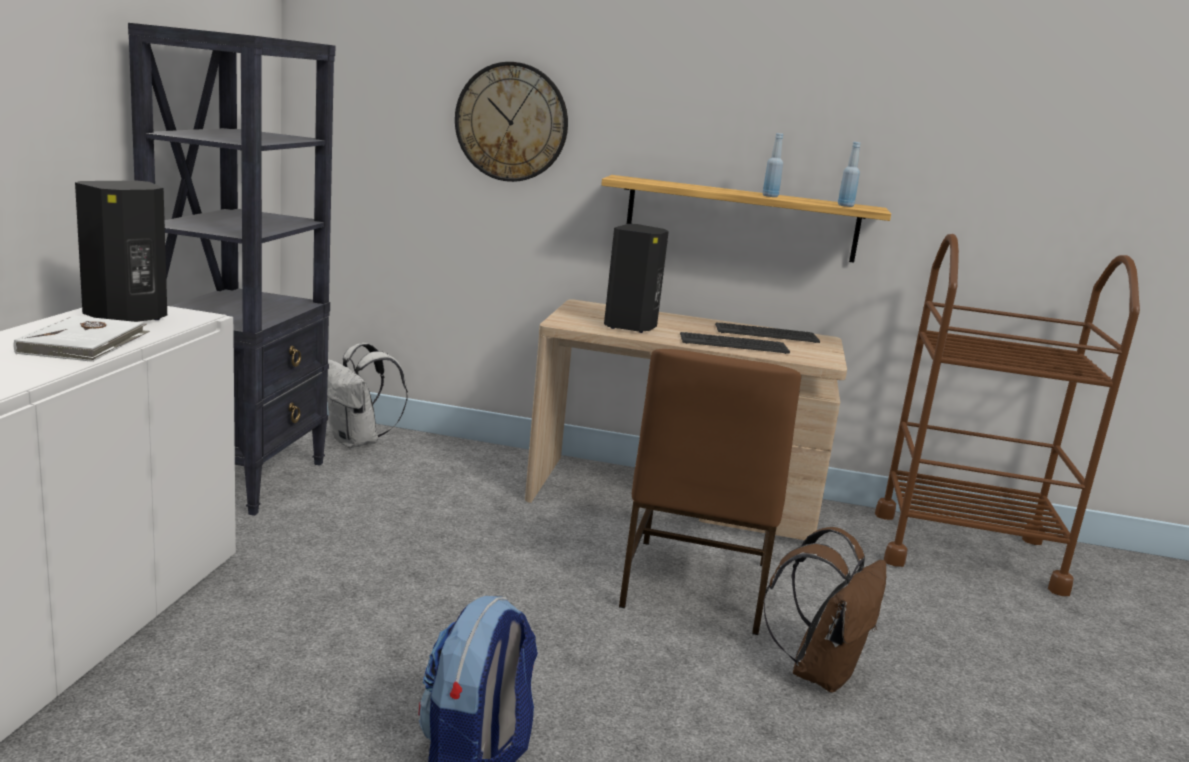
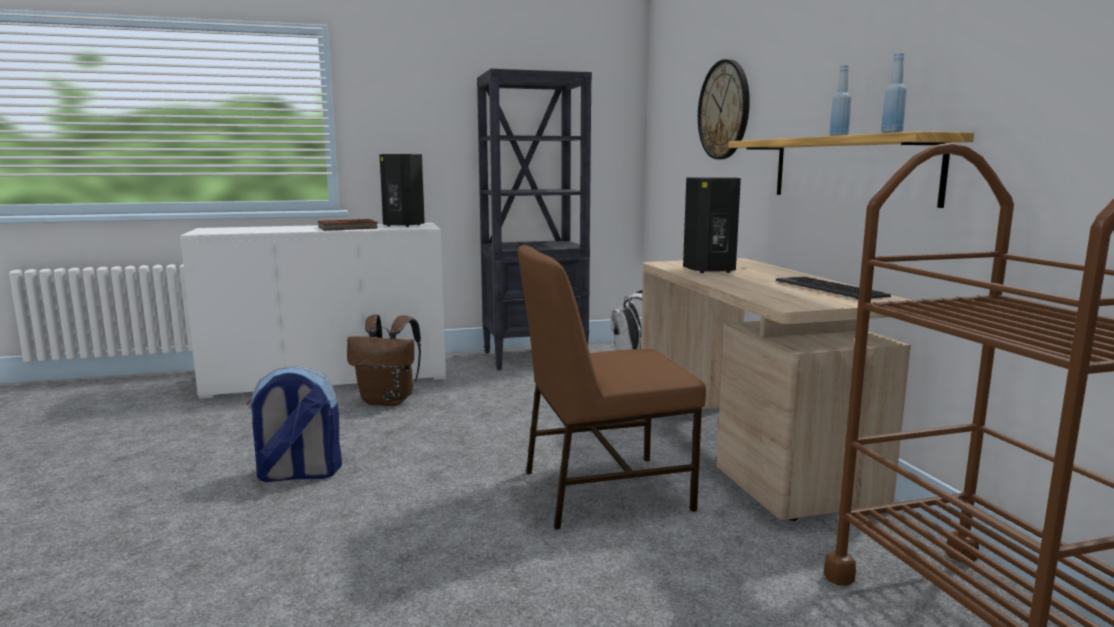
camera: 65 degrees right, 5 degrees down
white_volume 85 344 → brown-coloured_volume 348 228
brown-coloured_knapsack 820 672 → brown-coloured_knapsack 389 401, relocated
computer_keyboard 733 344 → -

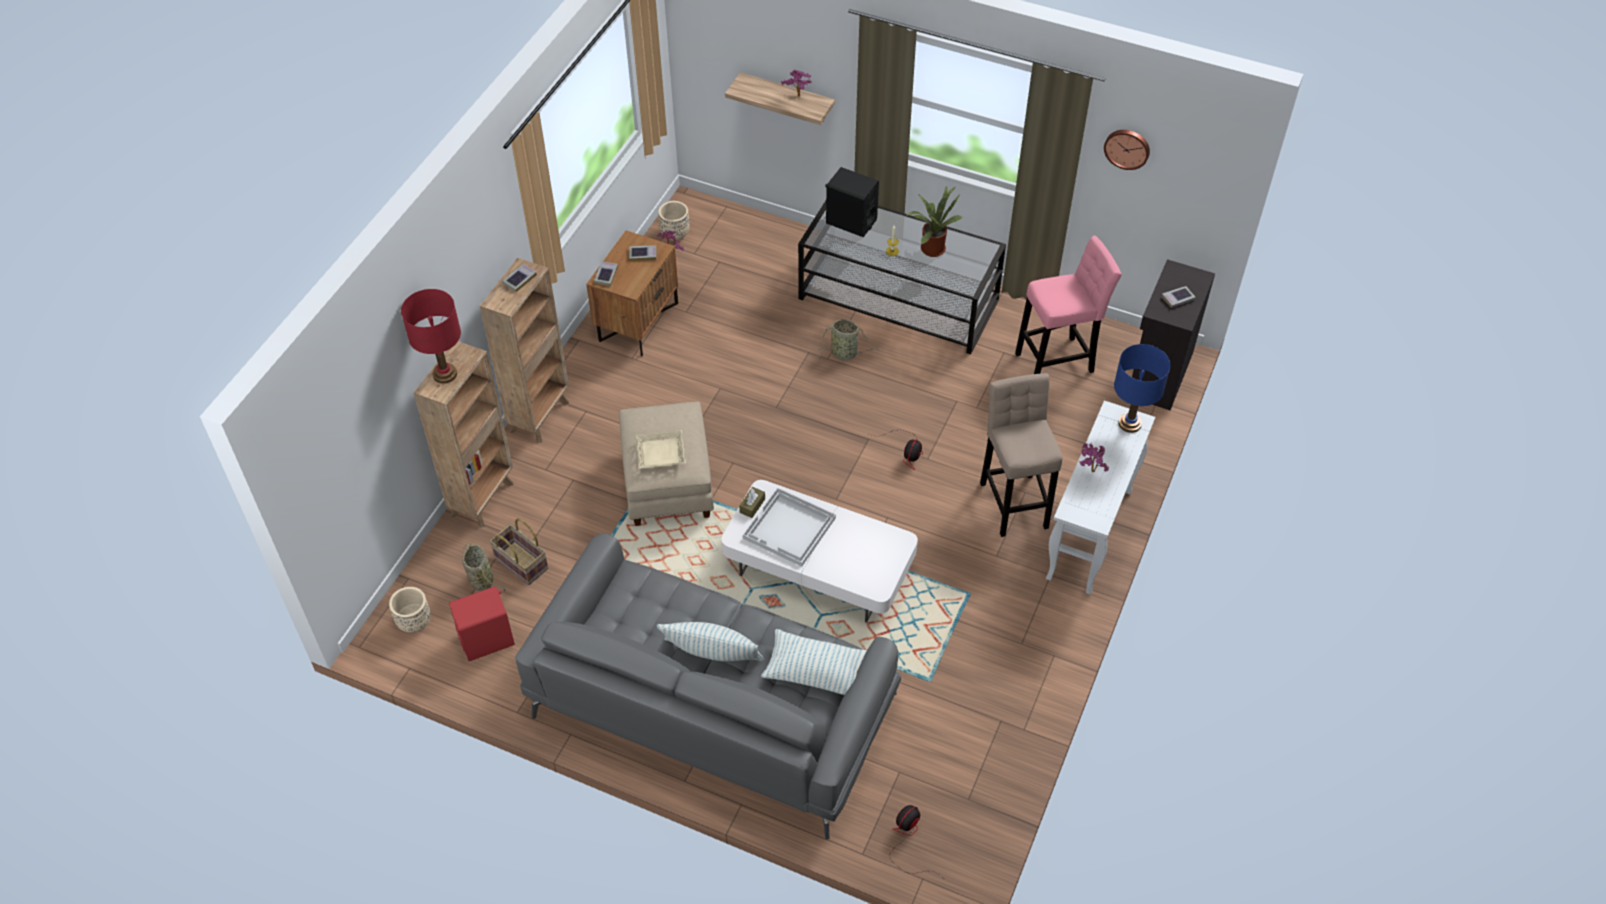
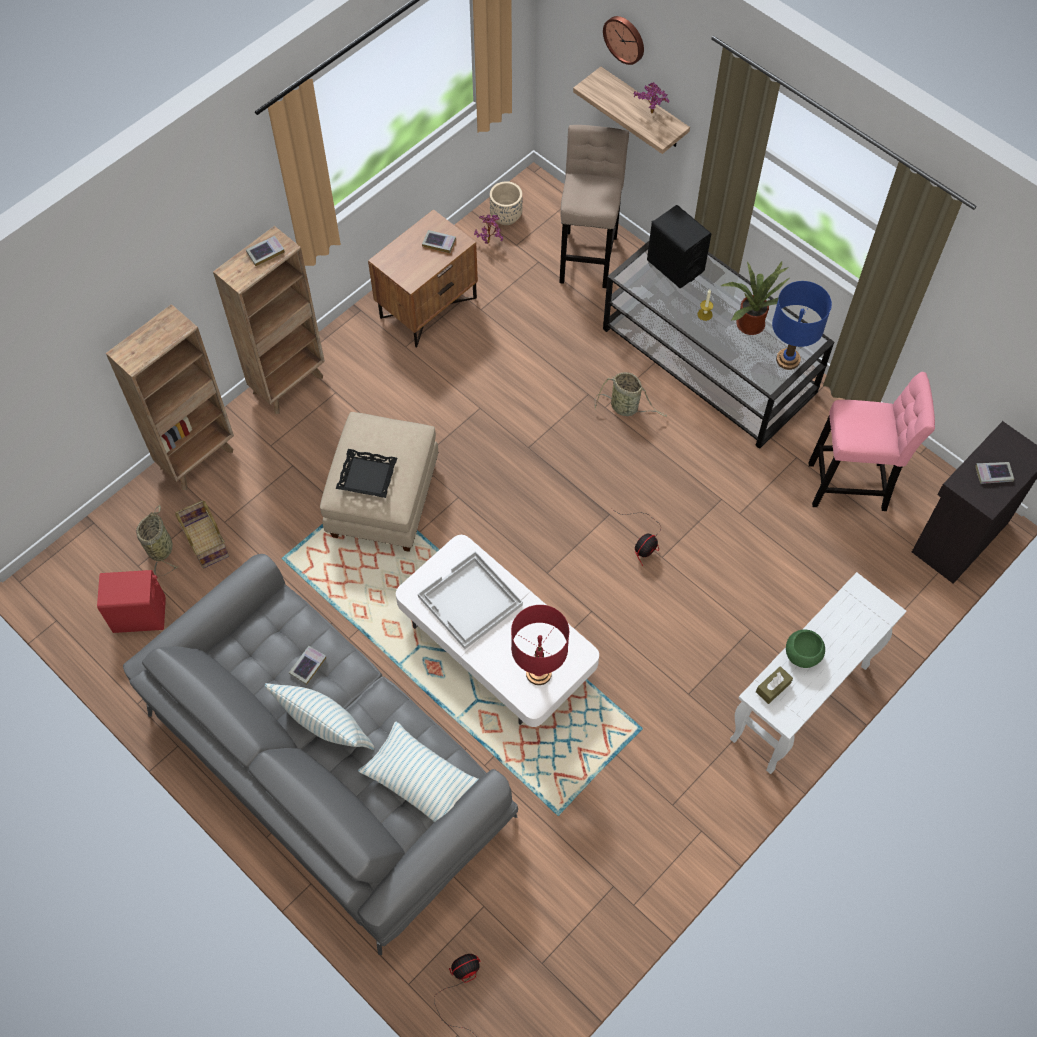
camera: 20 degrees right, 10 degrees up
volume 606 275 → volume 308 666, relocated
sand-coloured_tray 660 453 → black_tray 367 477
reddish_table_lamp 444 374 → reddish_table_lamp 538 673, relocated
sand-coloured_sitting_stool 1014 501 → sand-coloured_sitting_stool 588 255, relocated
wall_clock 1127 148 → wall_clock 625 39, relocated
brown-coloured_tissue_holder 752 506 → brown-coloured_tissue_holder 773 687, relocated
blue_table_lamp 1129 423 → blue_table_lamp 788 359, relocated
potted_plant 1090 471 → green_serving_bowl 803 654
sand-coloured_planter 414 622 → -

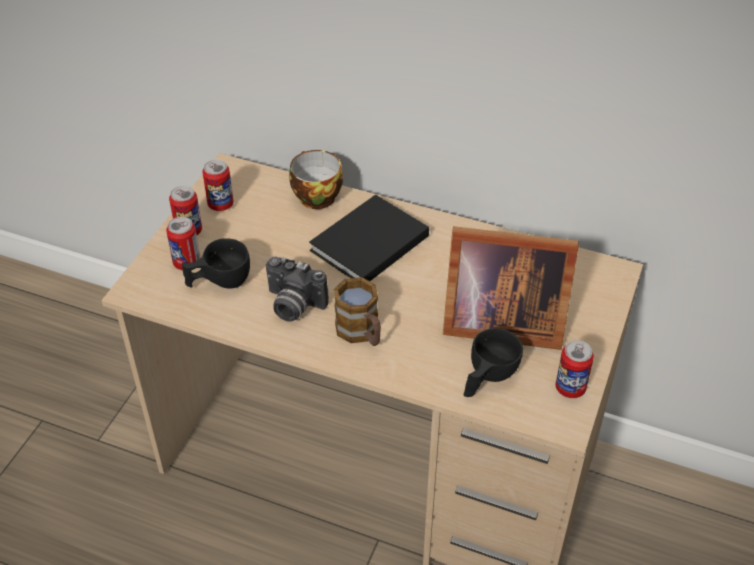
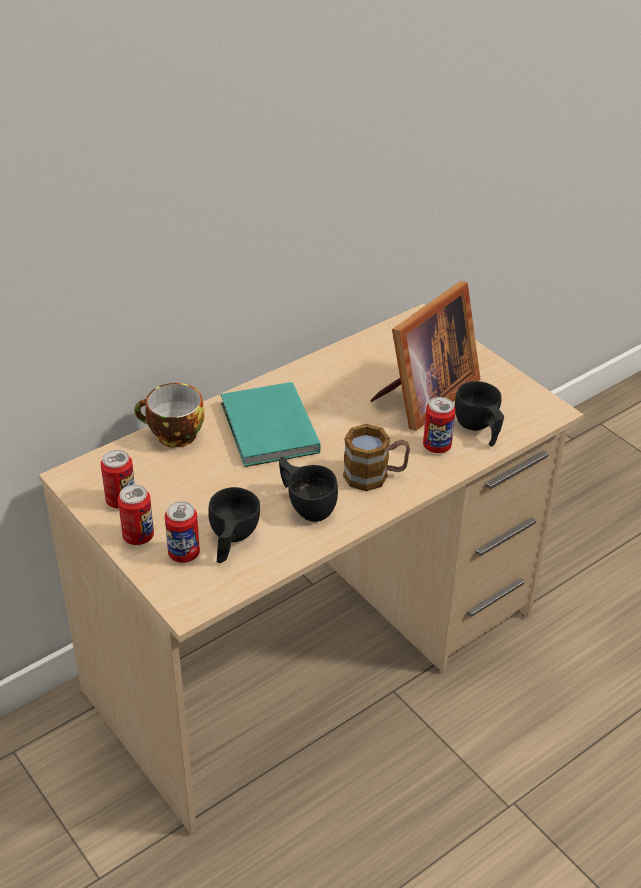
camera: 60 degrees left, 5 degrees down
black_volume 366 244 → blue-green_volume 268 430
still_camera 292 305 → black_small_cup 306 504
metal_can 570 388 → metal_can 437 446, relocated

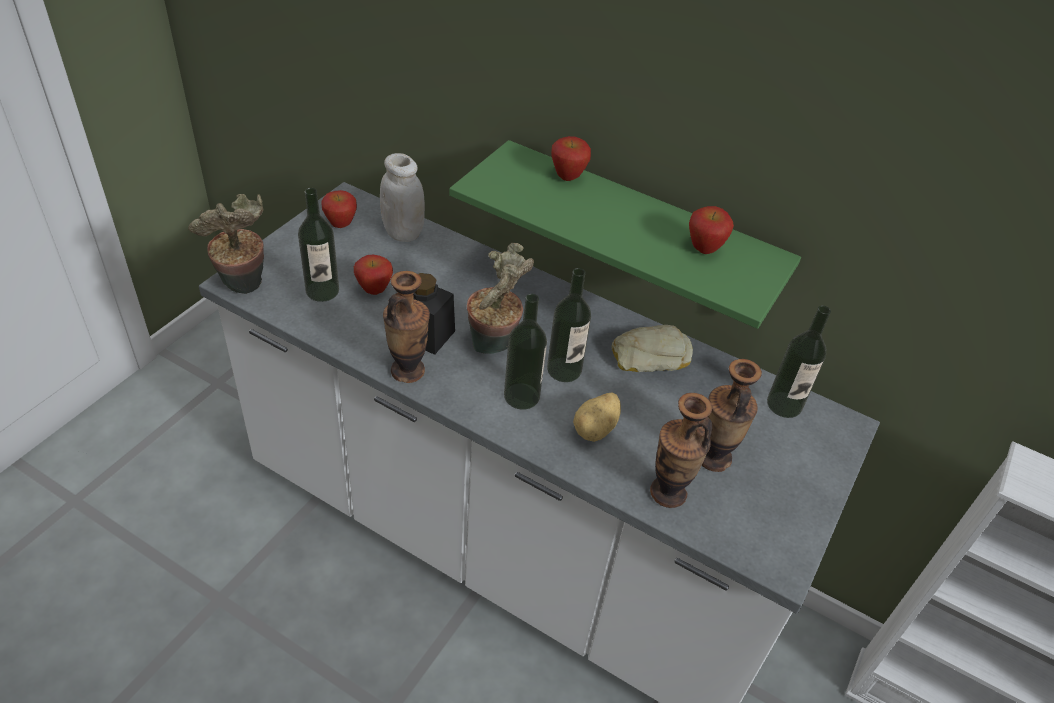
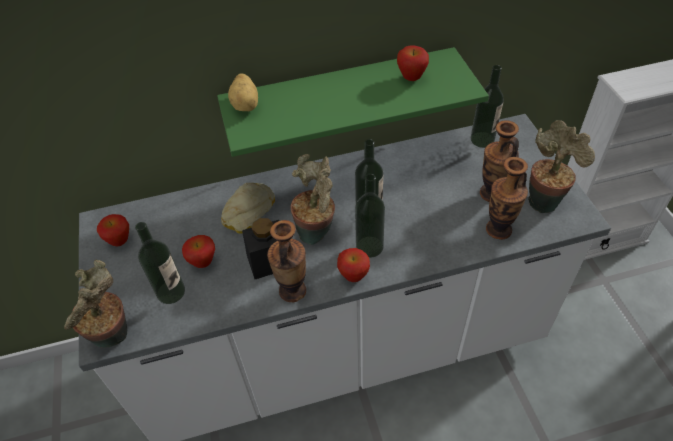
camera: 40 degrees left, 5 degrees up
bakery_bread 649 355 → bakery_bread 247 211, relocated
spud 596 429 → spud 246 104, relocated
apple 568 177 → apple 353 276, relocated
- → potted_plant 544 200
white_preserve_jar 403 233 → -

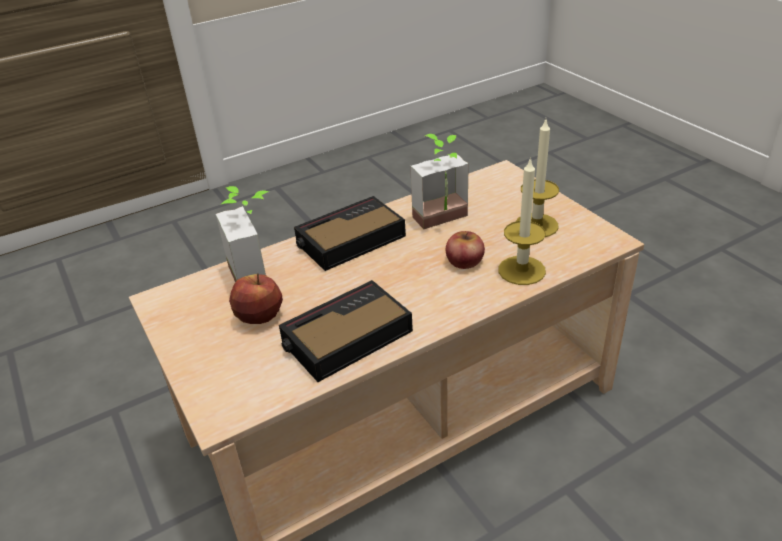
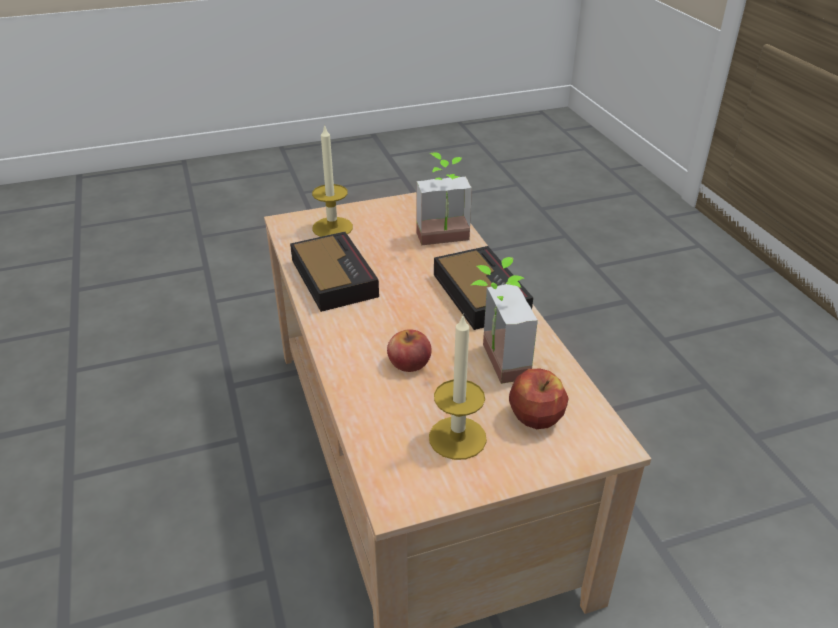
camera: 100 degrees right, 0 degrees up
wax_light 521 270 → wax_light 332 228, relocated
apple 259 316 → apple 535 417, relocated

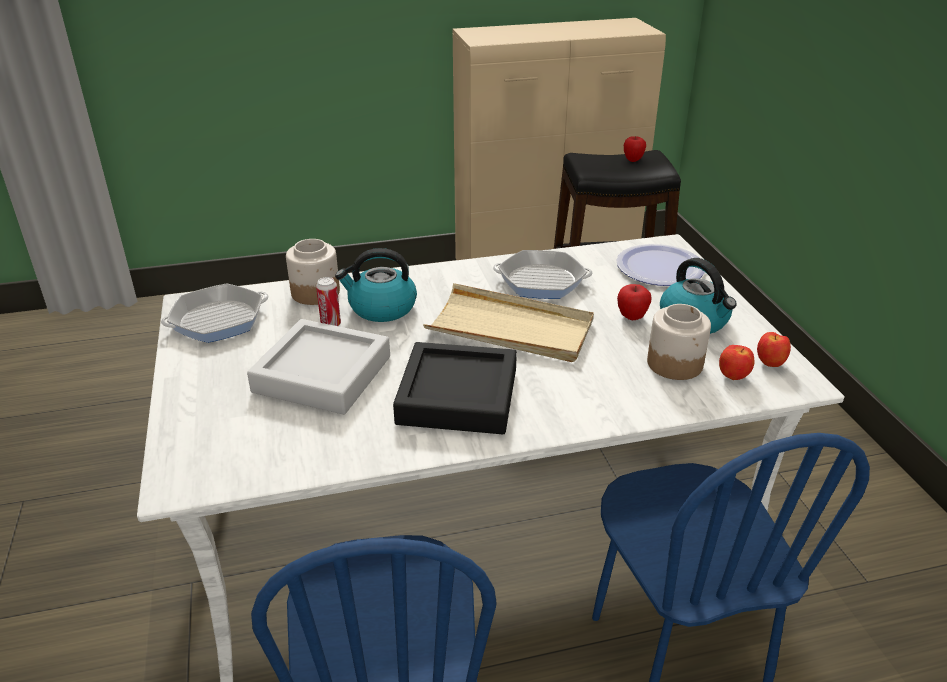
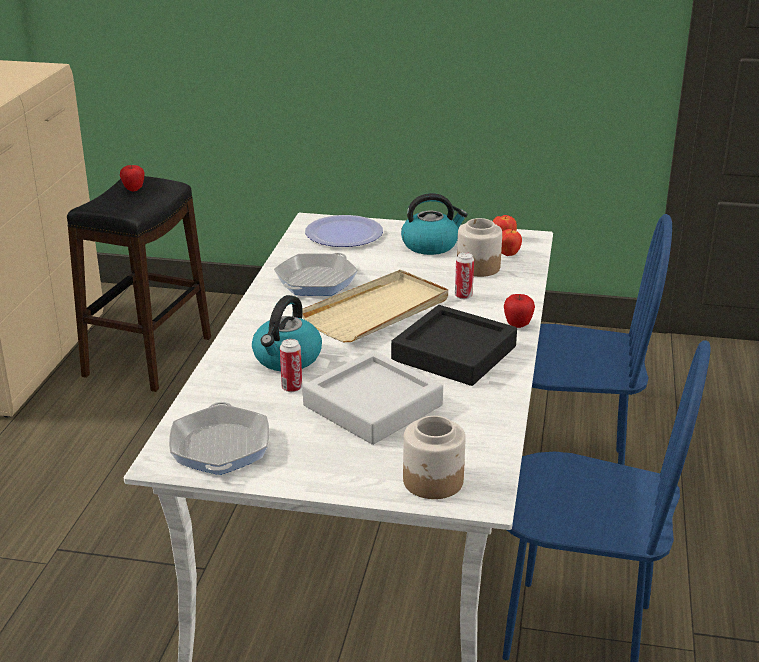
camera: 65 degrees left, 5 degrees down
preserve_jar 315 293 → preserve_jar 433 482, relocated
- → metal_can 463 296
apple 632 317 → apple 517 325, relocated

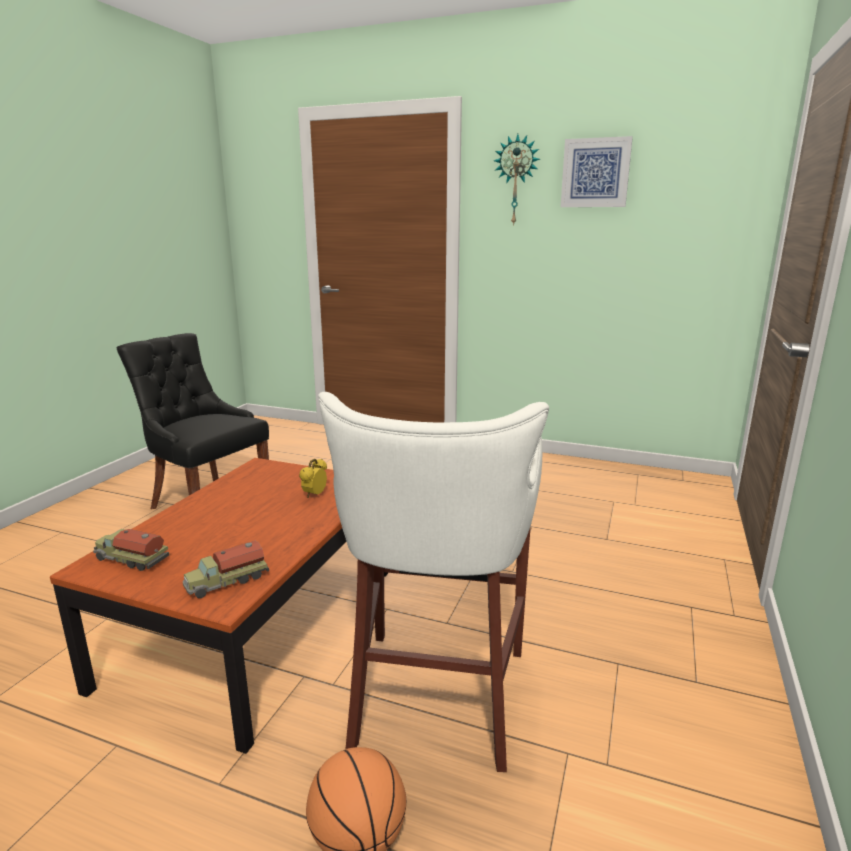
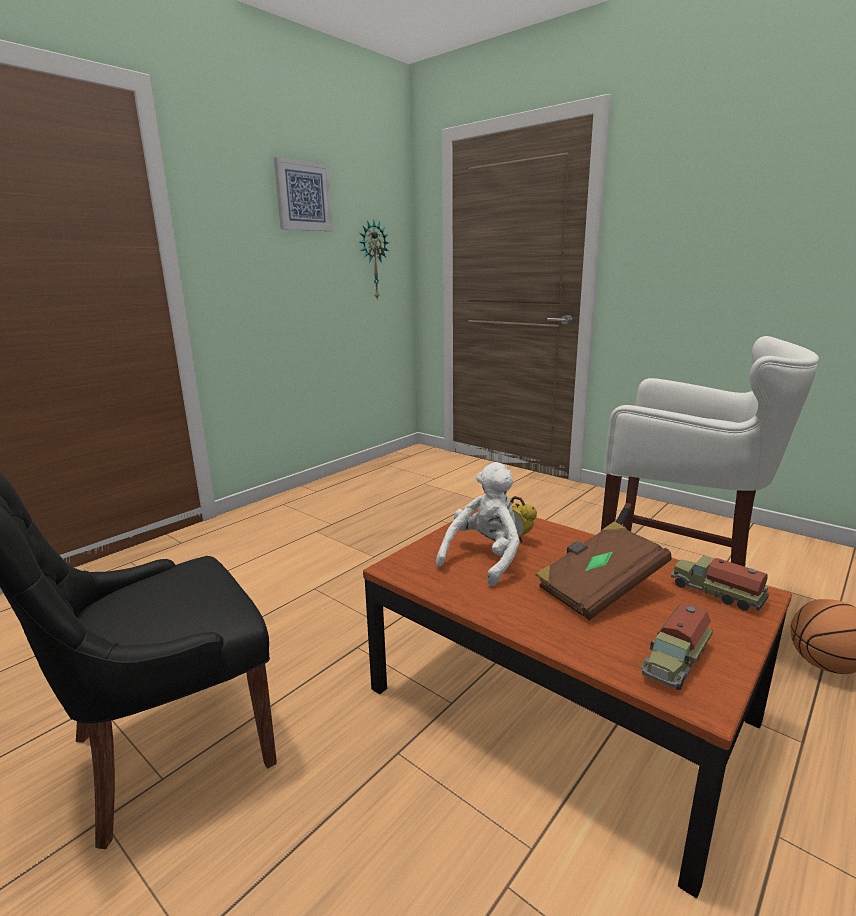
camera: 70 degrees left, 0 degrees up
wall_clock 516 180 → wall_clock 373 260, relocated
- → white_plush_toy 484 558
- → brown-coloured_volume 598 589
toy_truck 226 581 → toy_truck 716 593, 150 degrees clockwise

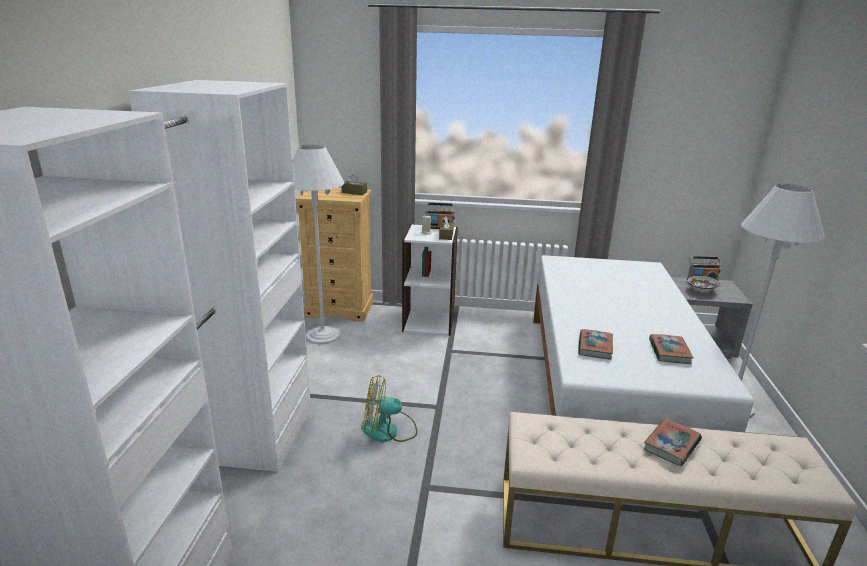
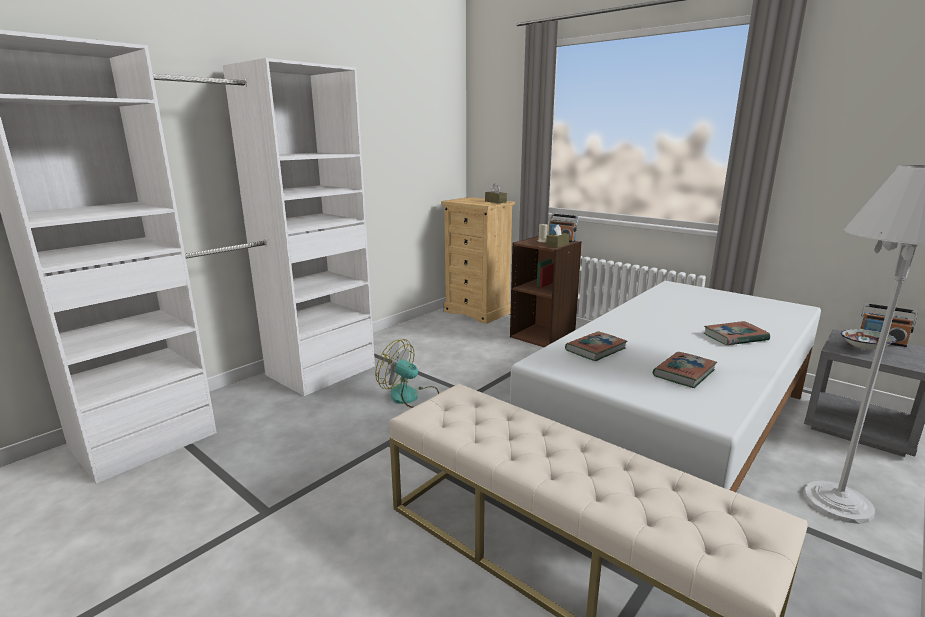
camera: 35 degrees right, 5 degrees down
white_bookcase 429 322 → brown-coloured_bookcase 543 336
volume 671 445 → volume 735 337, relocated
white_standing_lamp 323 336 → -

